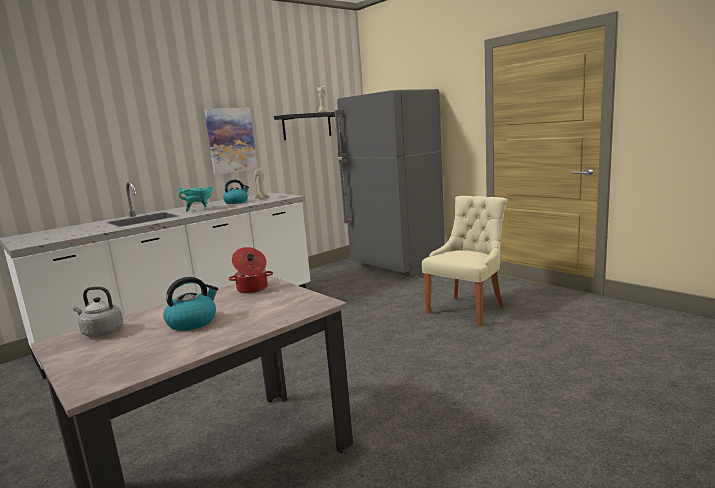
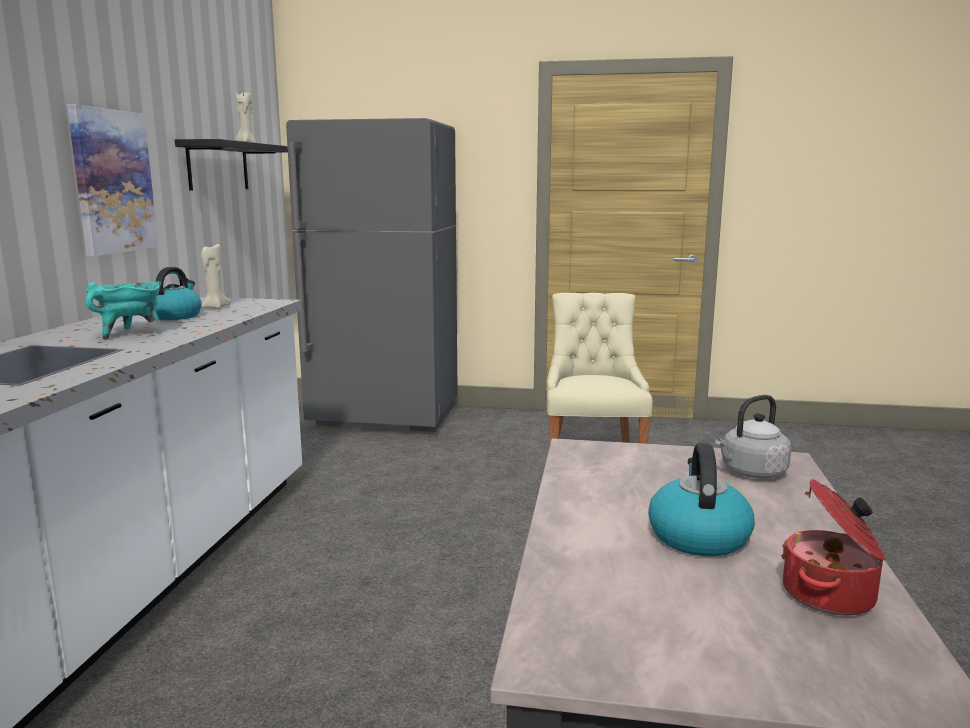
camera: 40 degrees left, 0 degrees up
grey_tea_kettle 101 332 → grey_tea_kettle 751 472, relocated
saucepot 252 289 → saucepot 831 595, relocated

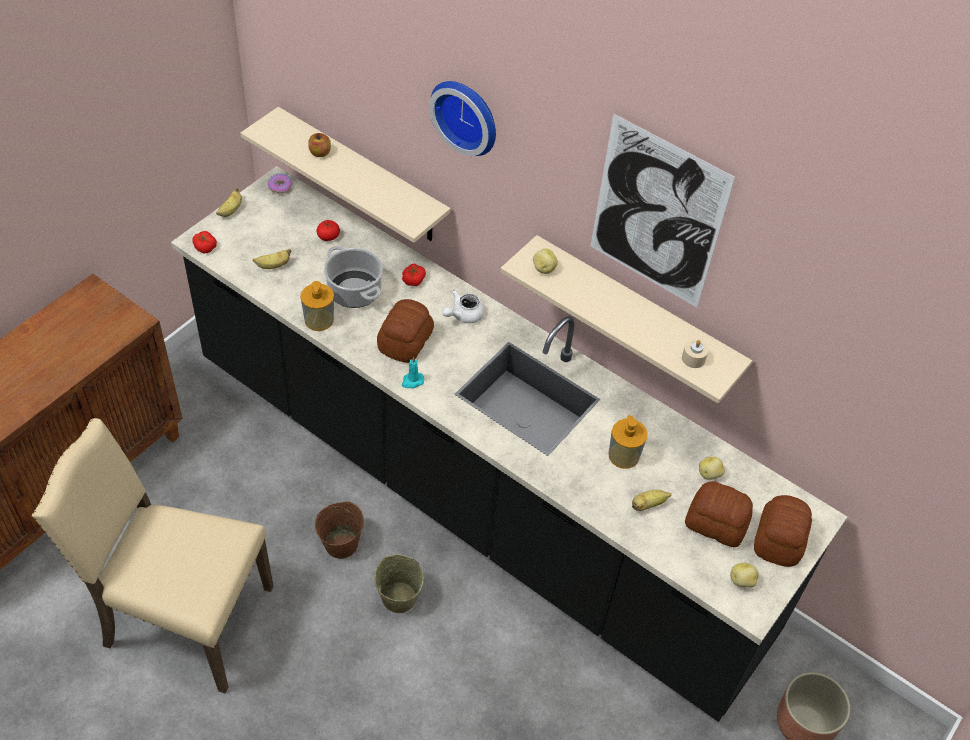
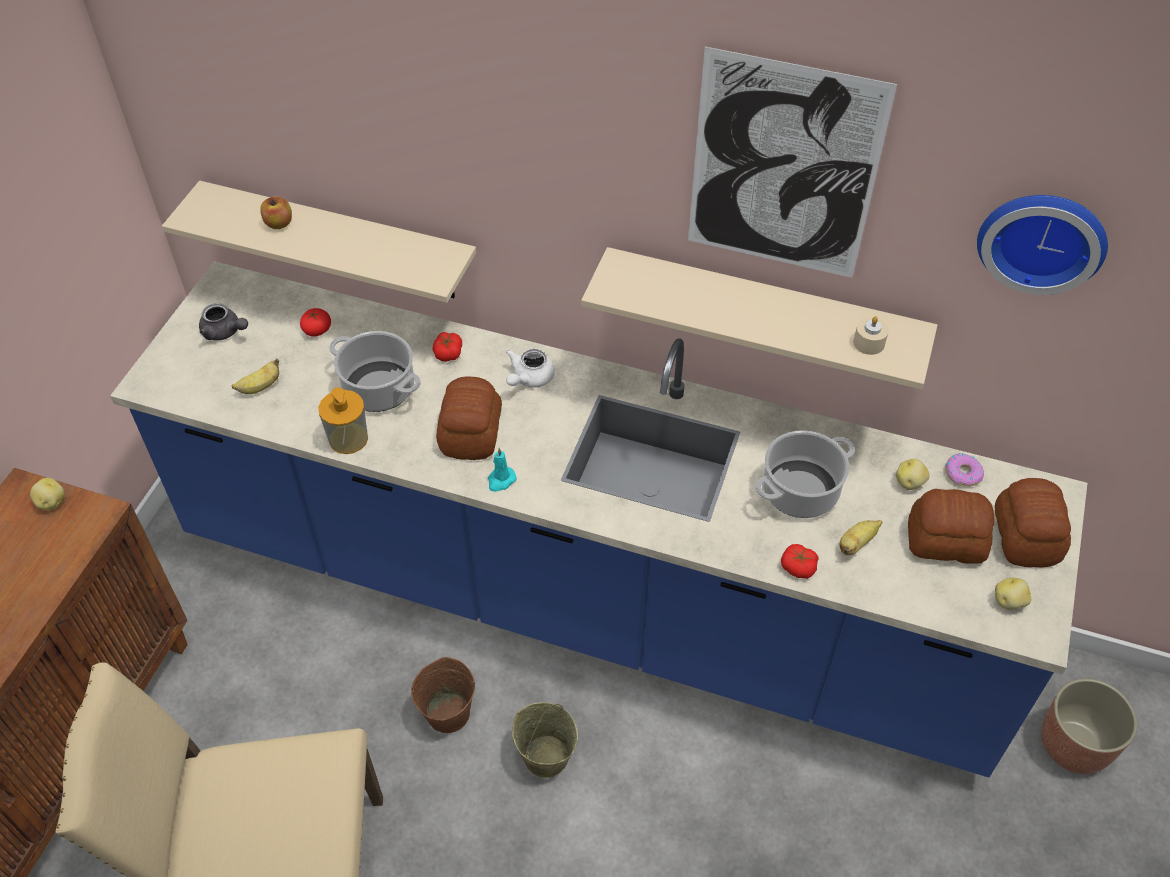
camera: 15 degrees left, 0 degrees up
spud 543 269 → spud 51 502, relocated
black_kitchen_counter 474 493 → blue_kitchen_counter 585 596
- → grey_tea_pot 225 332
soap_bottle 623 455 → saucepot 799 492
fresh_tomato 205 247 → fresh_tomato 798 567, relocated
doughnut 280 186 → doughnut 963 473, relocated
wall_clock 467 115 → wall_clock 1042 237, relocated
banana 231 211 → -

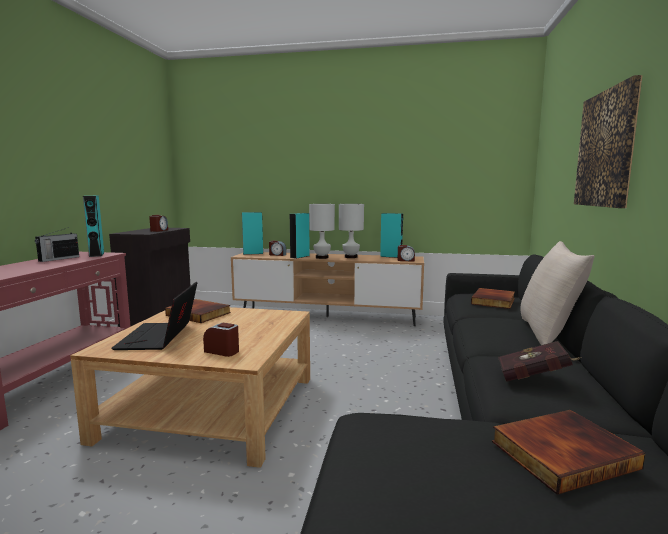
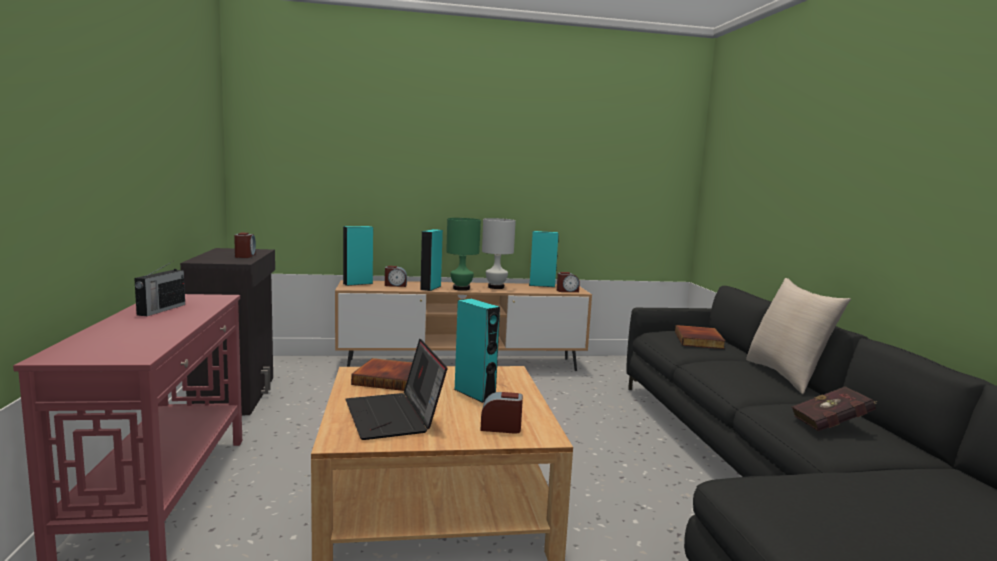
camera: 20 degrees left, 0 degrees up
white_table_lamp 322 257 → green_table_lamp 461 288
blue-green_speaker 96 254 → blue-green_speaker 474 394, relocated
volume 562 453 → -
wall_art 606 149 → -

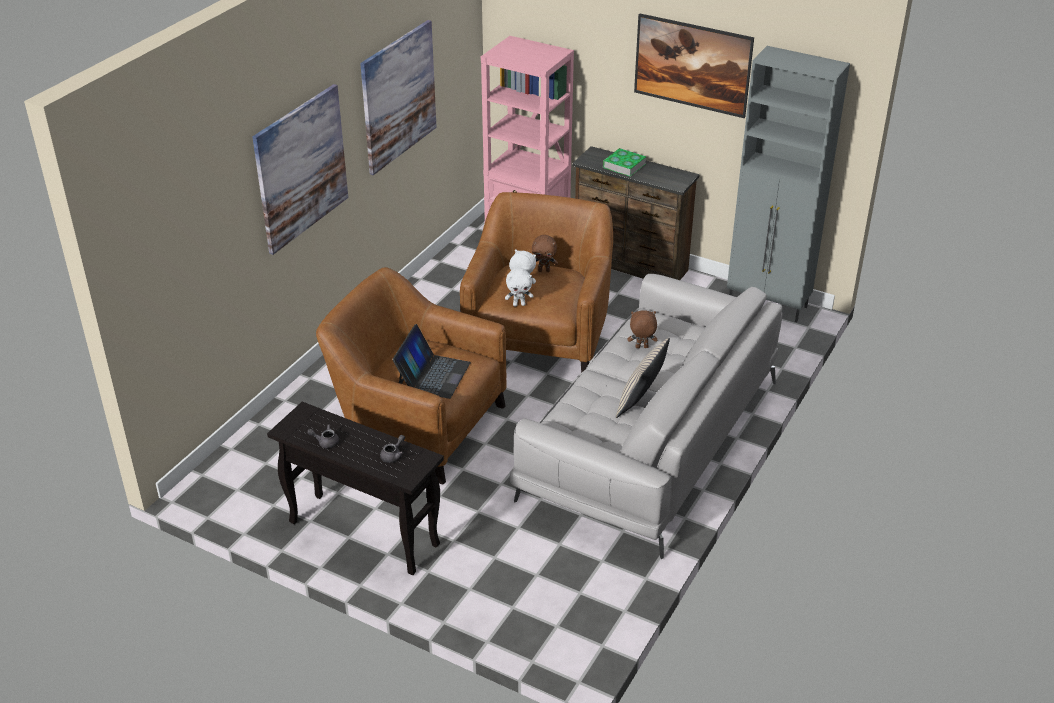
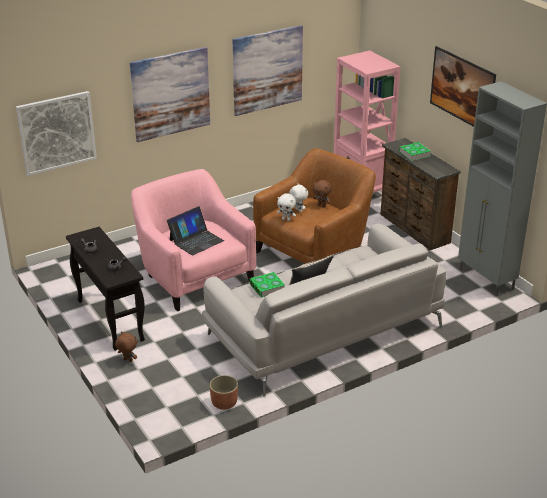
camera: 30 degrees right, 5 degrees down
- → wall_art 57 132
brown-coloured_plush_toy 641 347 → brown-coloured_plush_toy 127 360, relocated
brown-coloured_lounge_chair 417 424 → pink_lounge_chair 194 275
- → planter 224 403
- → volume 267 287

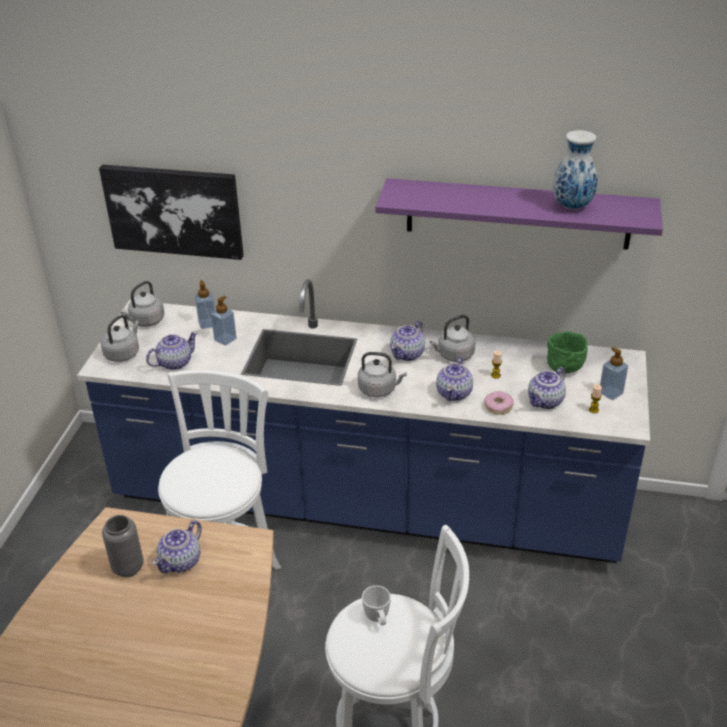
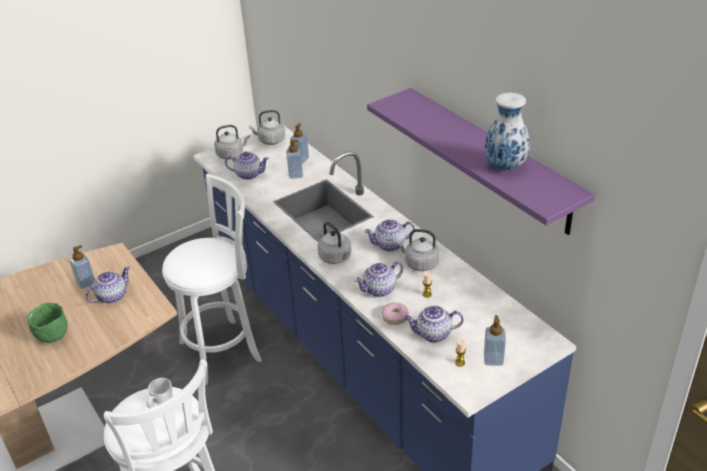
camera: 45 degrees right, 0 degrees up
green_serving_bowl 564 369 → green_serving_bowl 52 337, relocated
grey_decorative_vase 128 568 → soap_bottle 86 282
tea_pot 181 561 → tea_pot 111 296, 150 degrees clockwise
wall_art 174 210 → -

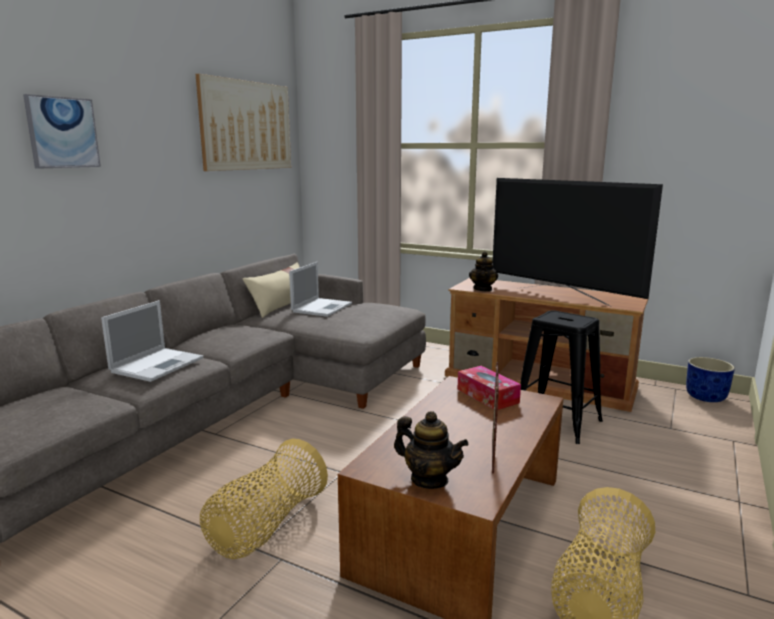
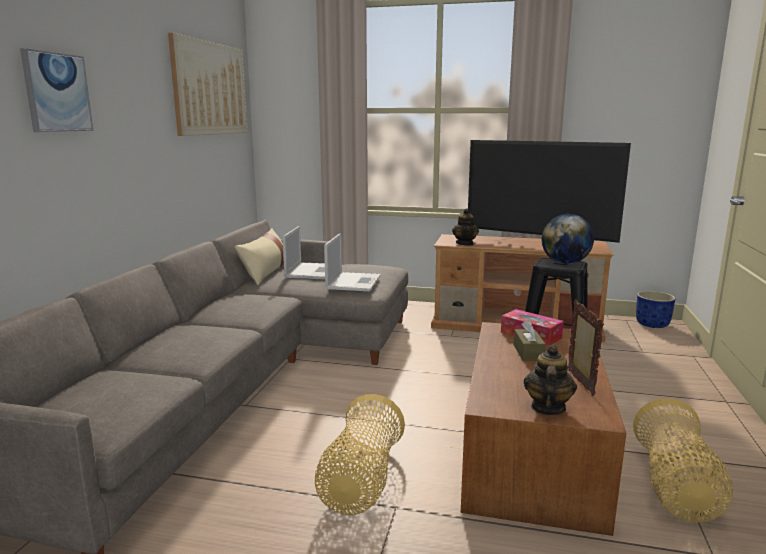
camera: 15 degrees left, 0 degrees up
notebook_computer 158 364 → notebook_computer 353 282, relocated
- → brown-coloured_tissue_holder 528 352
tea_pot 429 479 → tea_pot 547 408, 90 degrees counterclockwise
- → globe 565 263

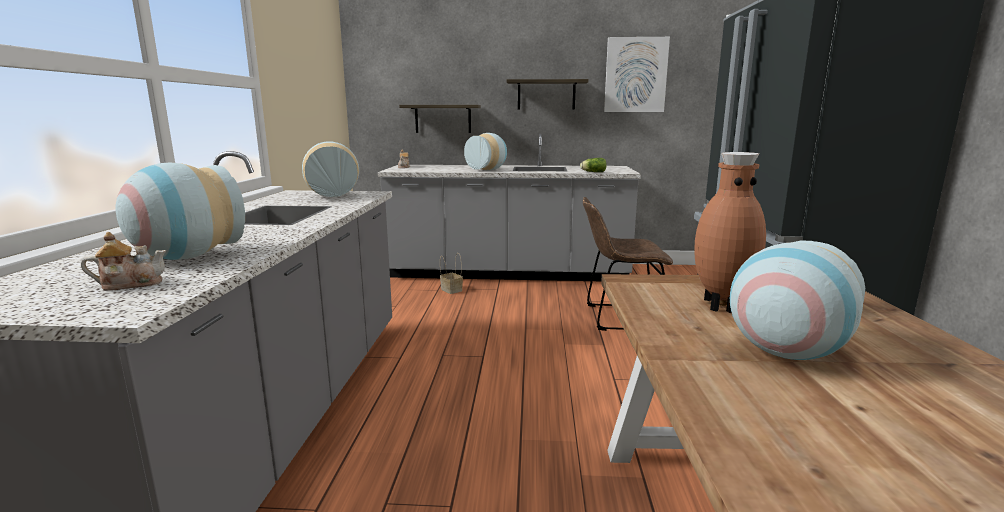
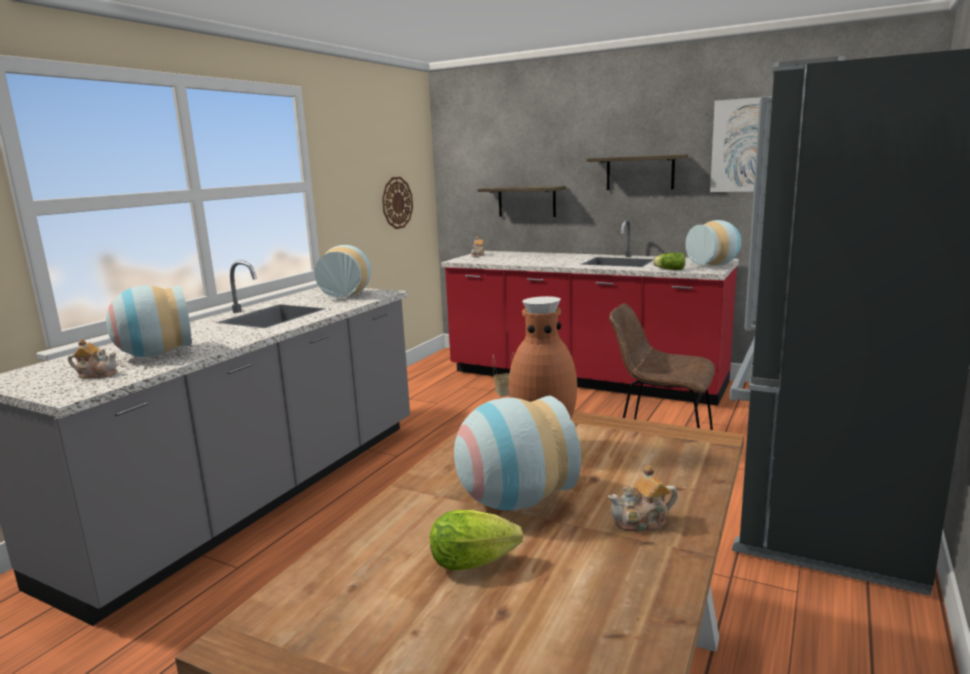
camera: 25 degrees right, 0 degrees up
- → wall_clock 397 203
- → head_of_lettuce 478 562
grey_kitchen_counter 508 272 → reddish_kitchen_counter 583 378
- → tea_pot 642 522
decorative_vase 488 170 → decorative_vase 714 265, relocated

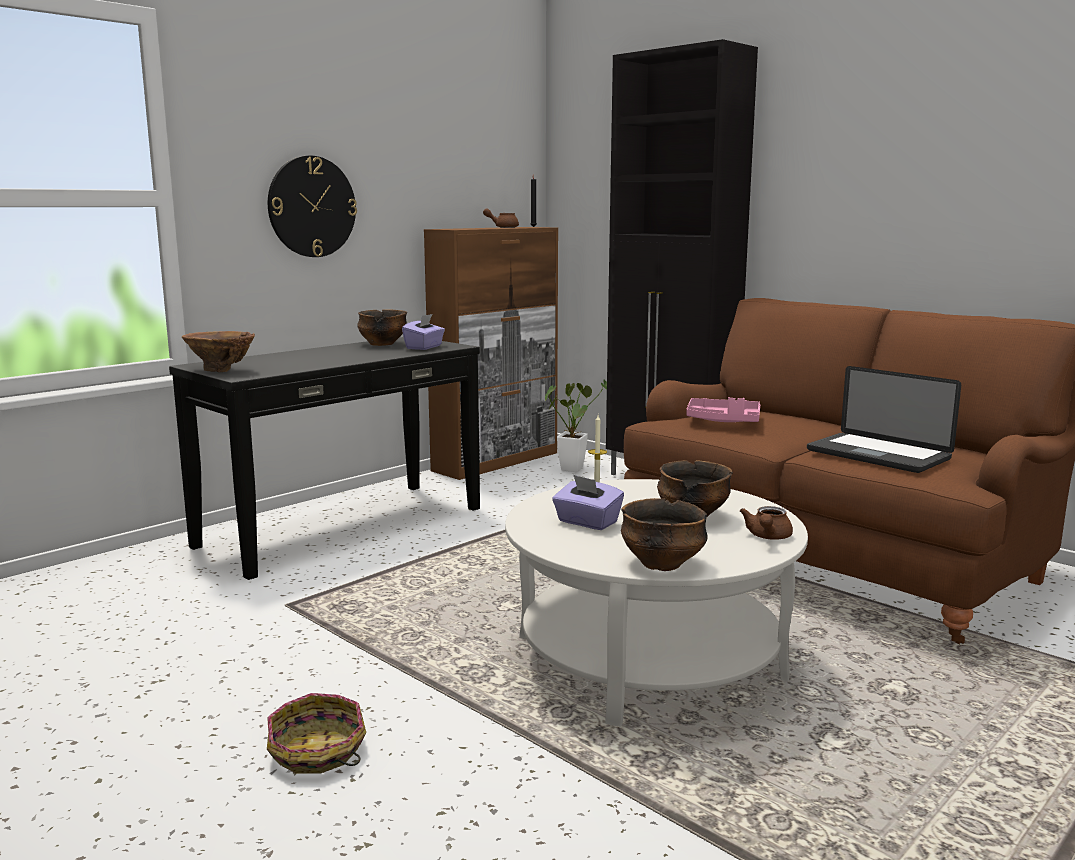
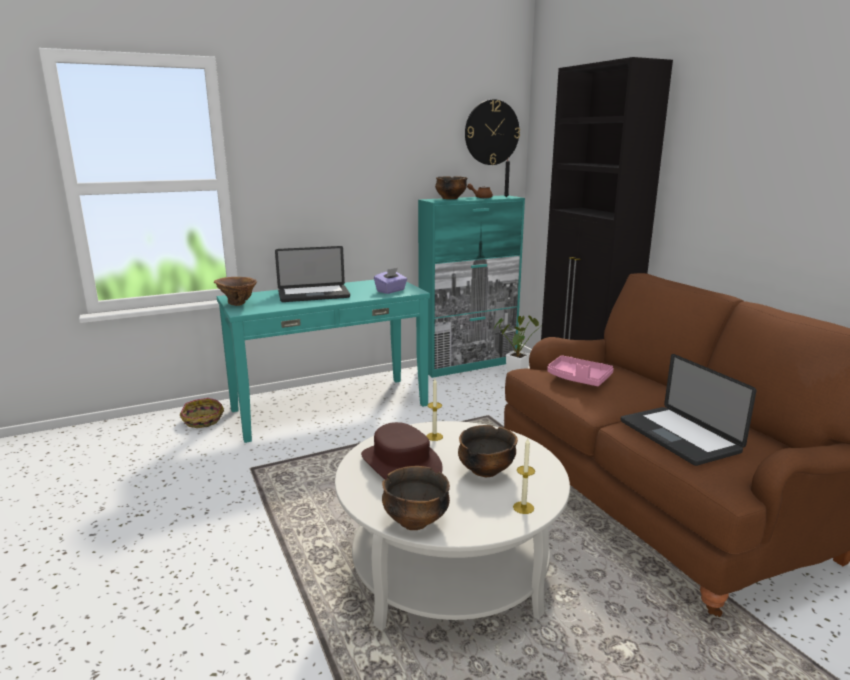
camera: 20 degrees right, 5 degrees up
household_basket 317 752 → household_basket 202 421, relocated
black_narrow_table 342 526 → blue-green_narrow_table 330 407
- → notebook_computer 313 295
purplish_tissue_holder 587 522 → brown-coloured_wearable_hat 401 464
brown-coloured_cabinet 496 461 → blue-green_cabinet 468 364
serving_bowl 382 344 → serving_bowl 450 198, relocated
wall_clock 312 207 → wall_clock 491 132, relocated
brown-coloured_tea_pot 767 537 → wax_light 523 507

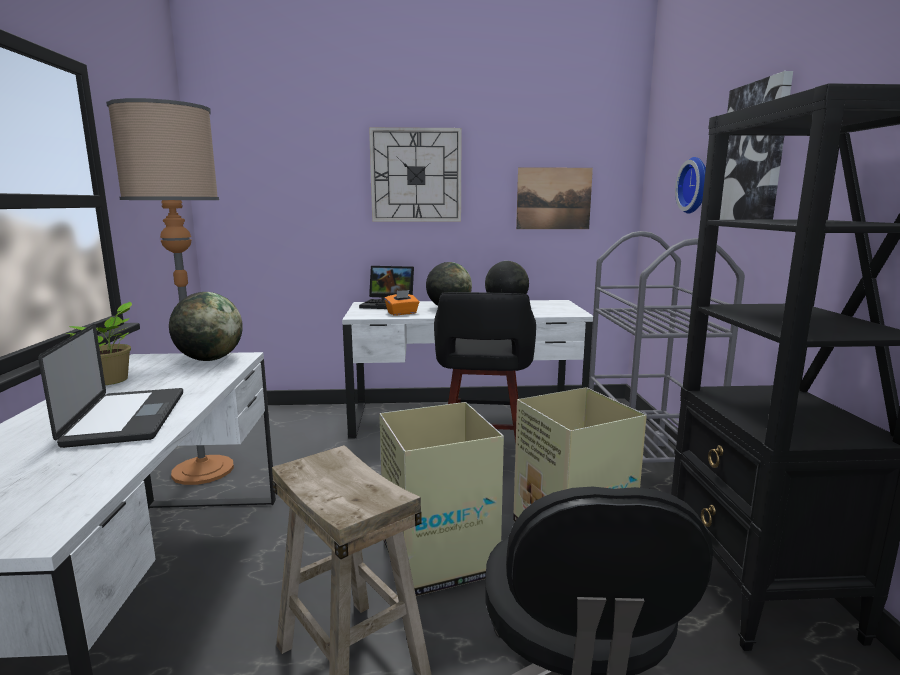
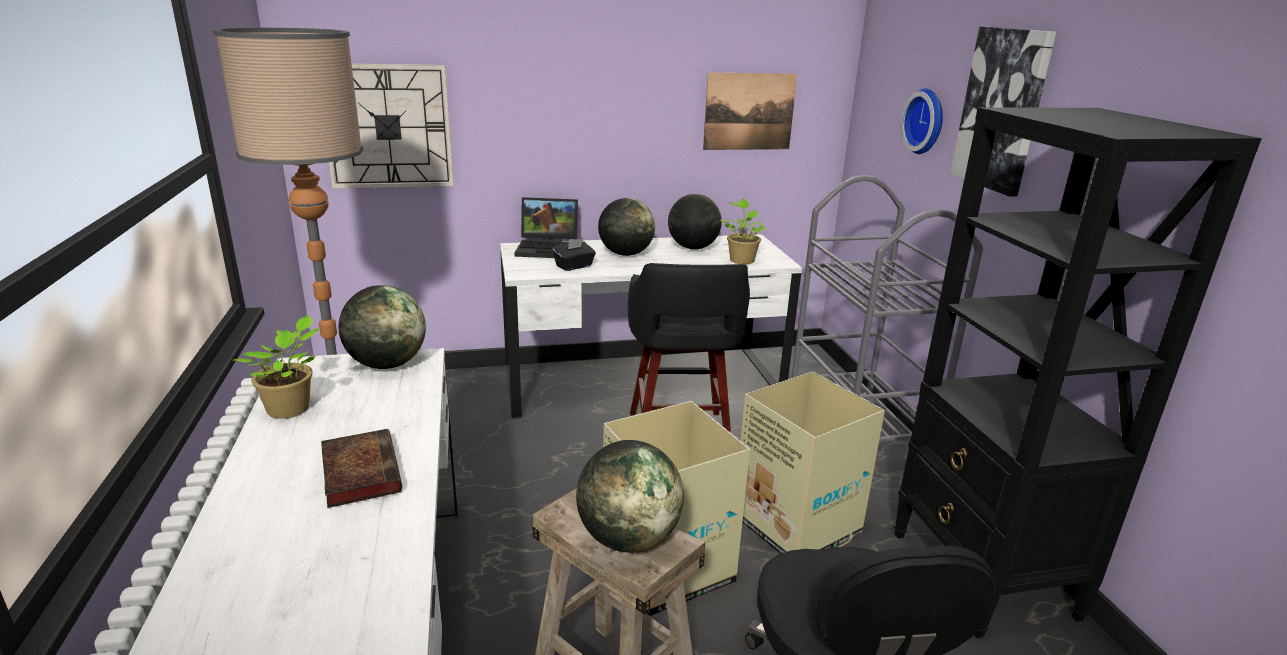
camera: 10 degrees left, 10 degrees up
notebook_computer 127 418 → volume 359 471
wall_clock 416 175 → wall_clock 388 127, relocated
orangey_tissue_holder 402 313 → black_tissue_holder 574 266
- → globe 628 539
- → potted_plant 741 260

